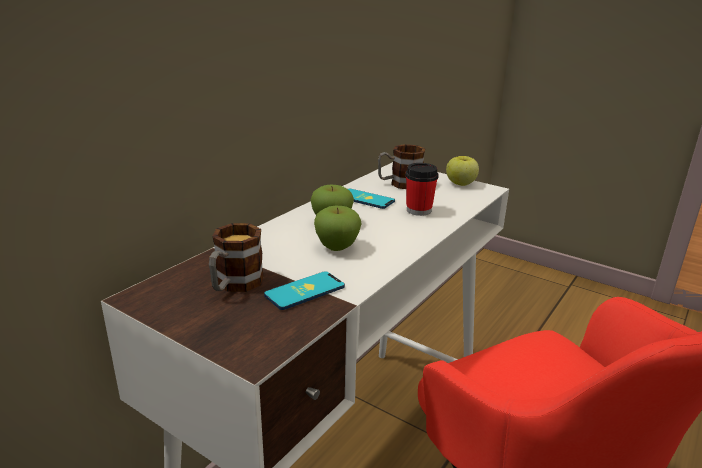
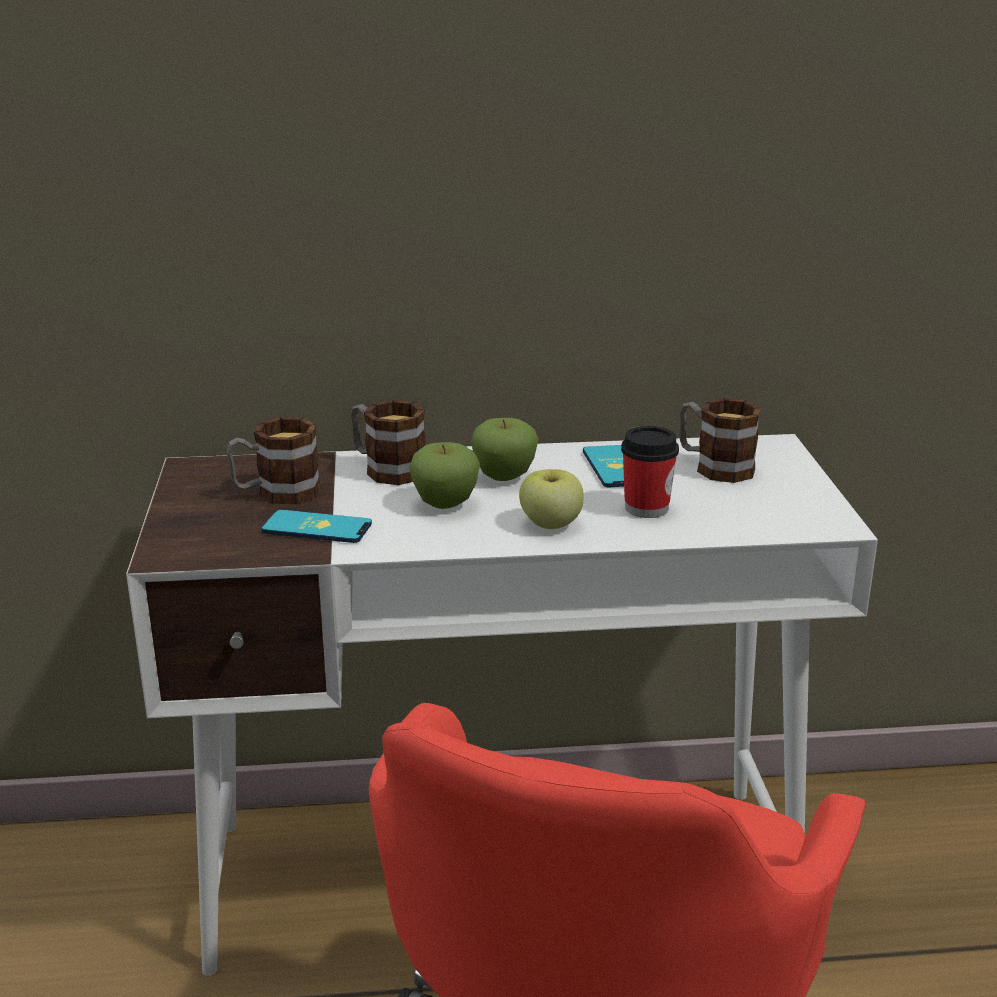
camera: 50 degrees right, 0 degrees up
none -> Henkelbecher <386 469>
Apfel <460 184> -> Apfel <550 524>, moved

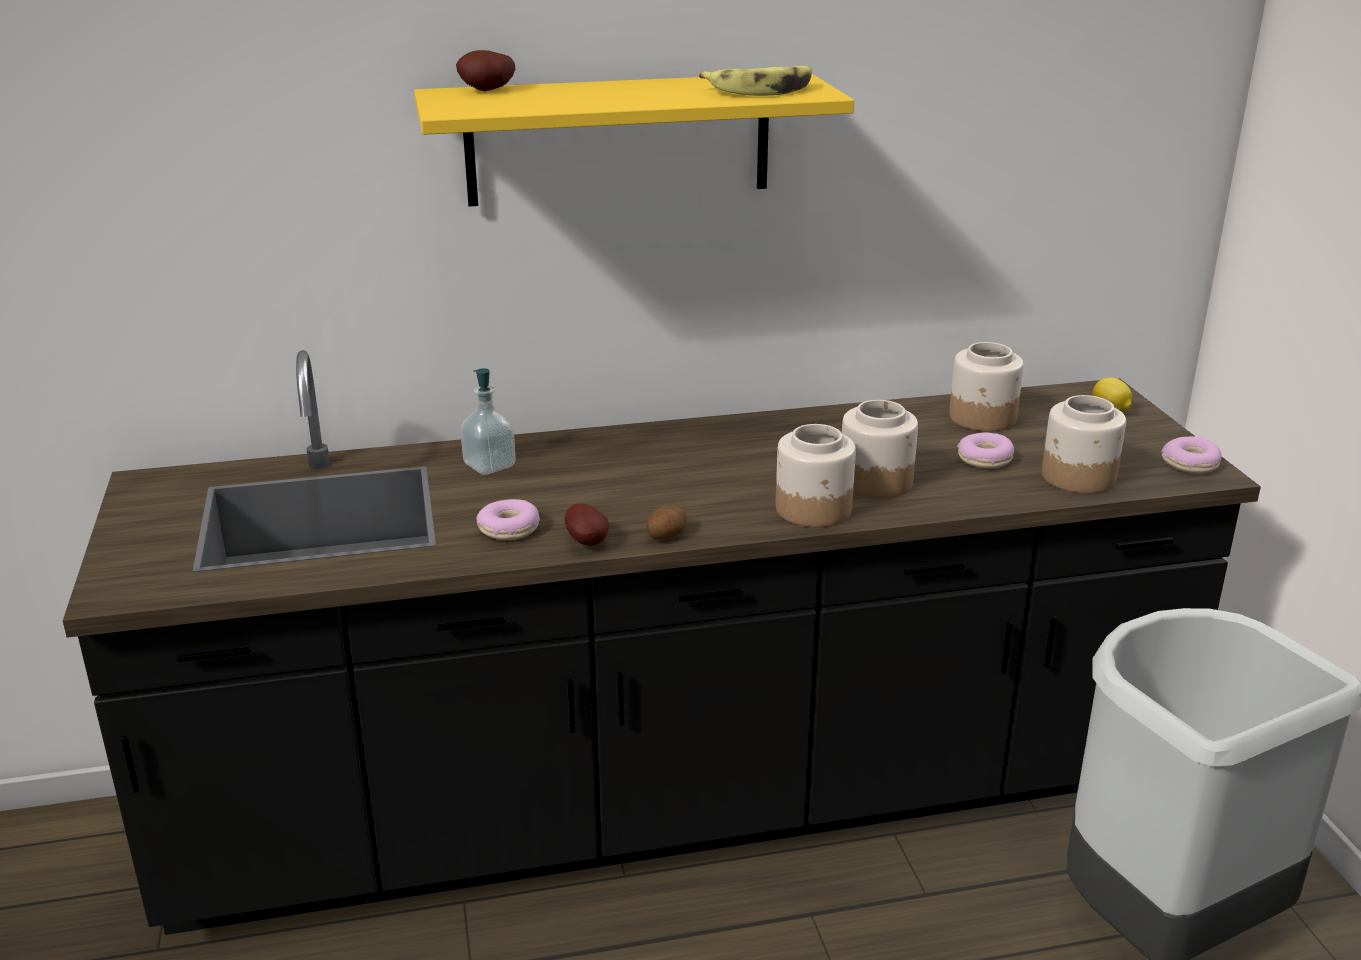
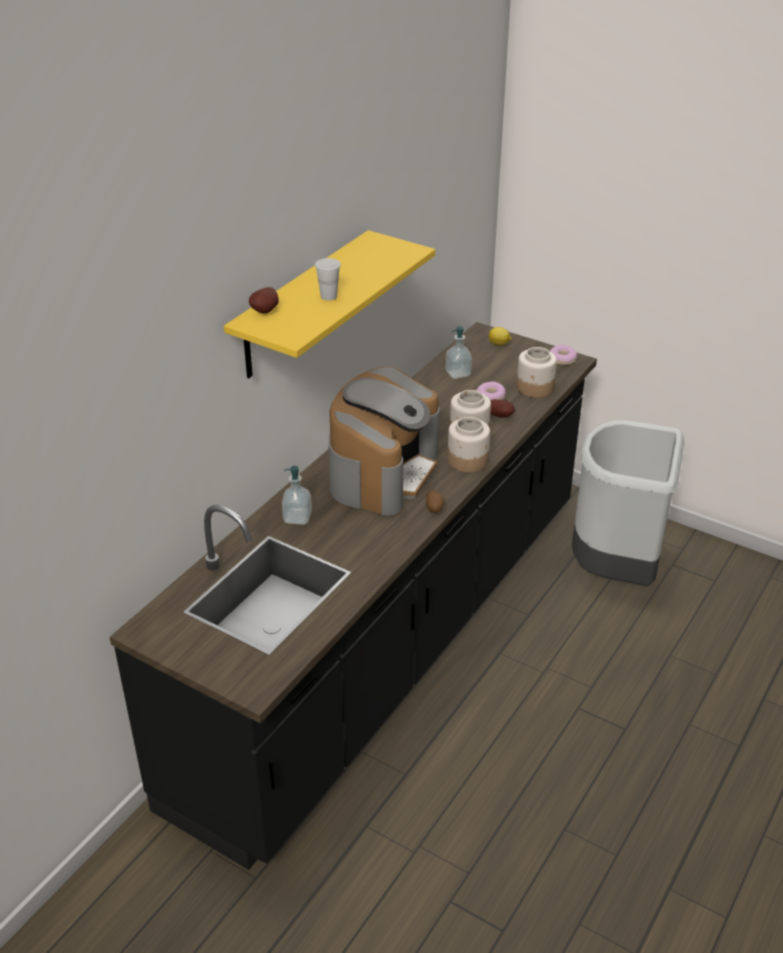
camera: 45 degrees left, 10 degrees up
Donut <509 529> -> none
Banane <761 90> -> none
none -> Tasse [weiß] <328 296>
none -> Kaffeemaschine <383 472>
Kartoffel <588 542> -> Kartoffel <500 416>, moved
Vorratsglas <983 418> -> Seifenspender <458 373>

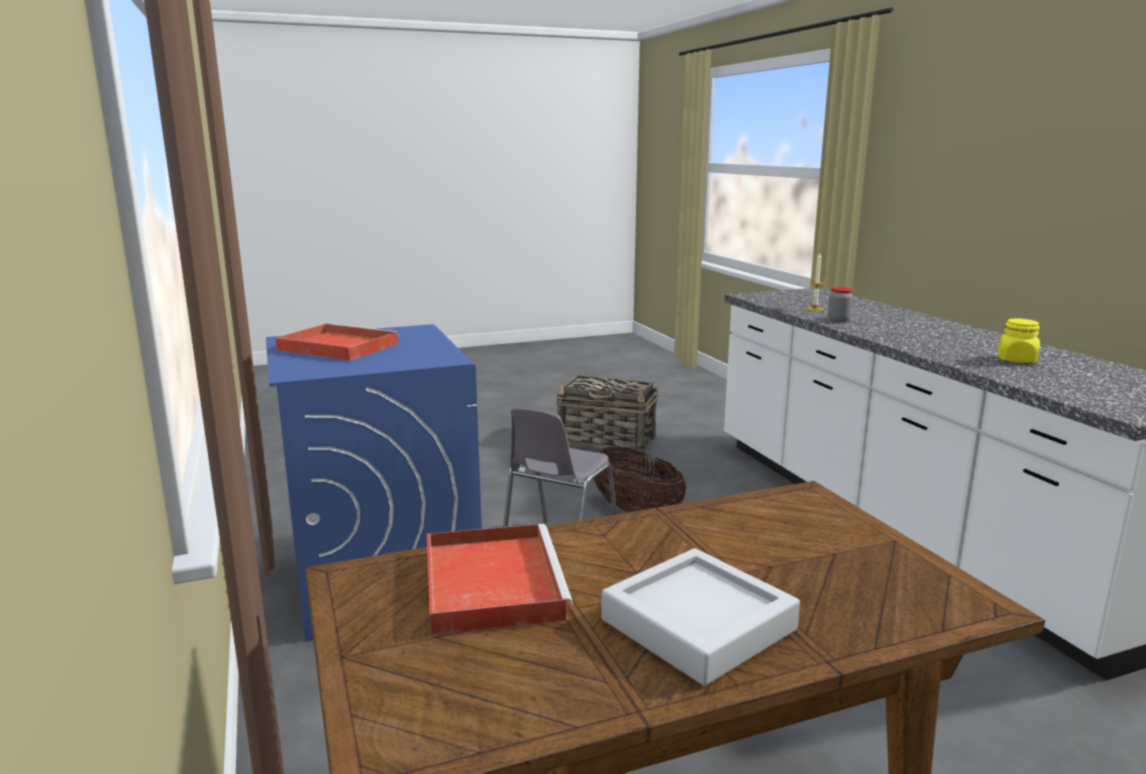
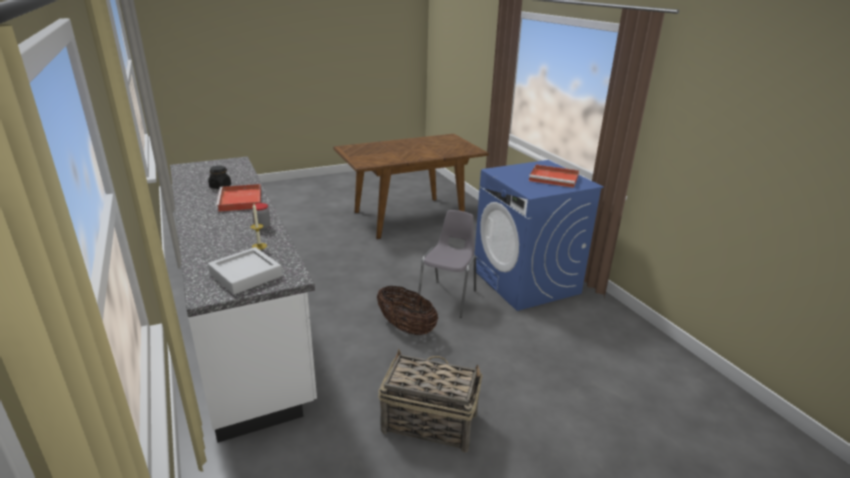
camera: 175 degrees right, 10 degrees up
Tablett [rot] <491 581> -> Tablett [rot] <240 200>, moved
Tablett [grau] <698 625> -> Tablett [grau] <246 275>, moved
Vorratsglas [gelb] <1016 360> -> Vorratsglas [schwarz] <220 186>

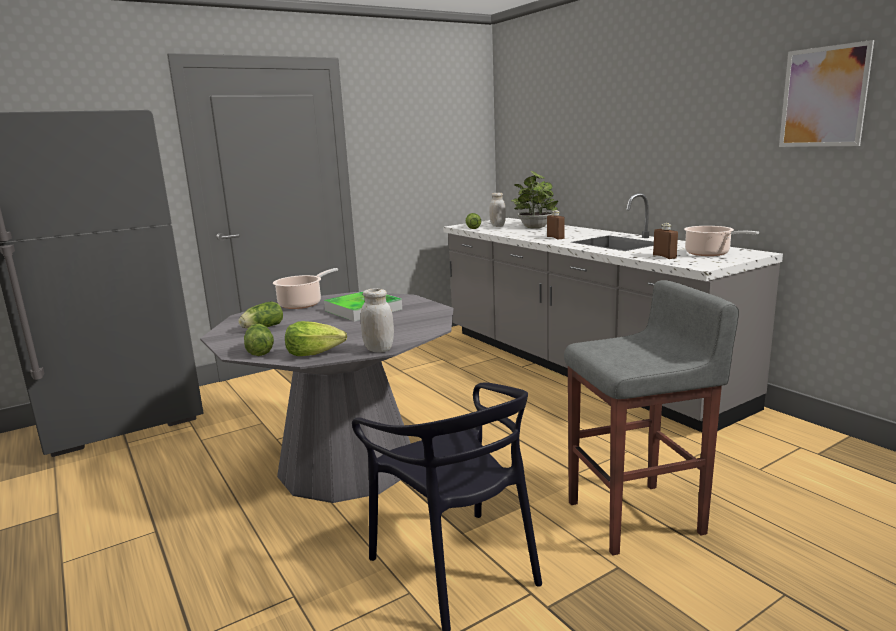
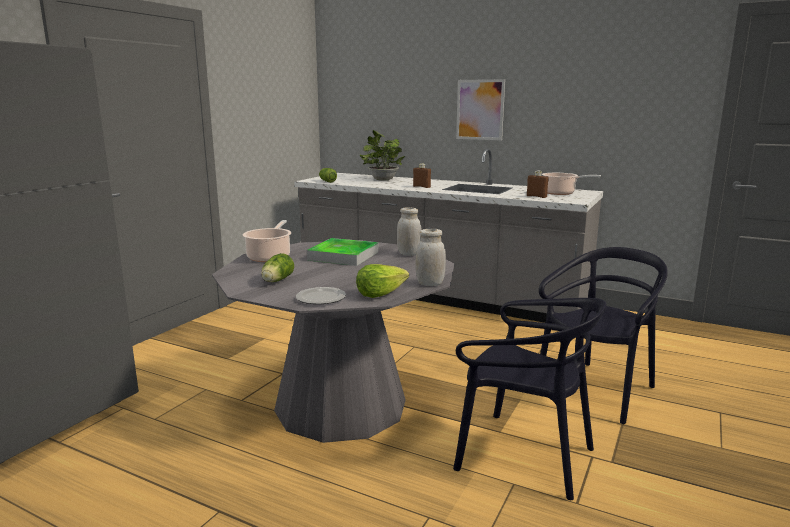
camera: 30 degrees left, 0 degrees up
Vorratsglas [weiß] <497 226> -> Vorratsglas [weiß] <408 254>, moved
Bild <823 97> -> Bild <480 110>, moved
Salatkopf <259 350> -> Teller <321 298>
Hocker [grau] <637 518> -> Stuhl [schwarz] <597 390>

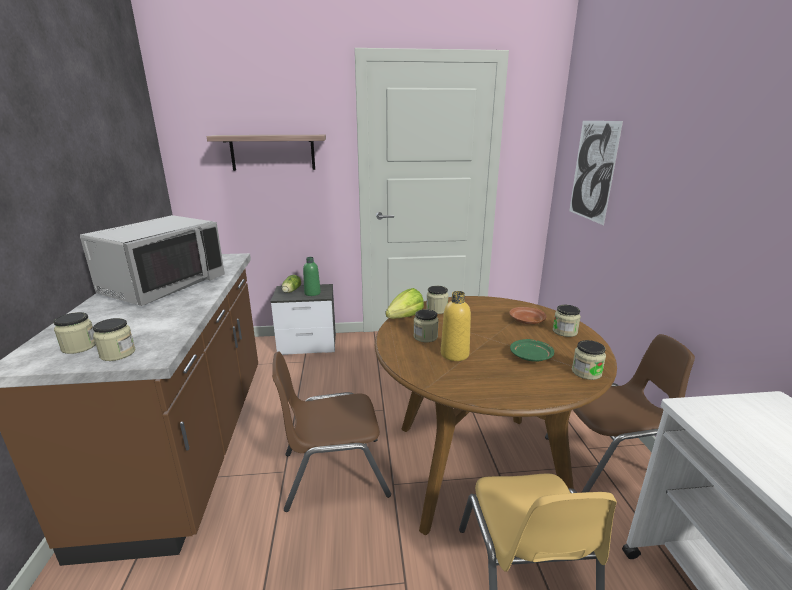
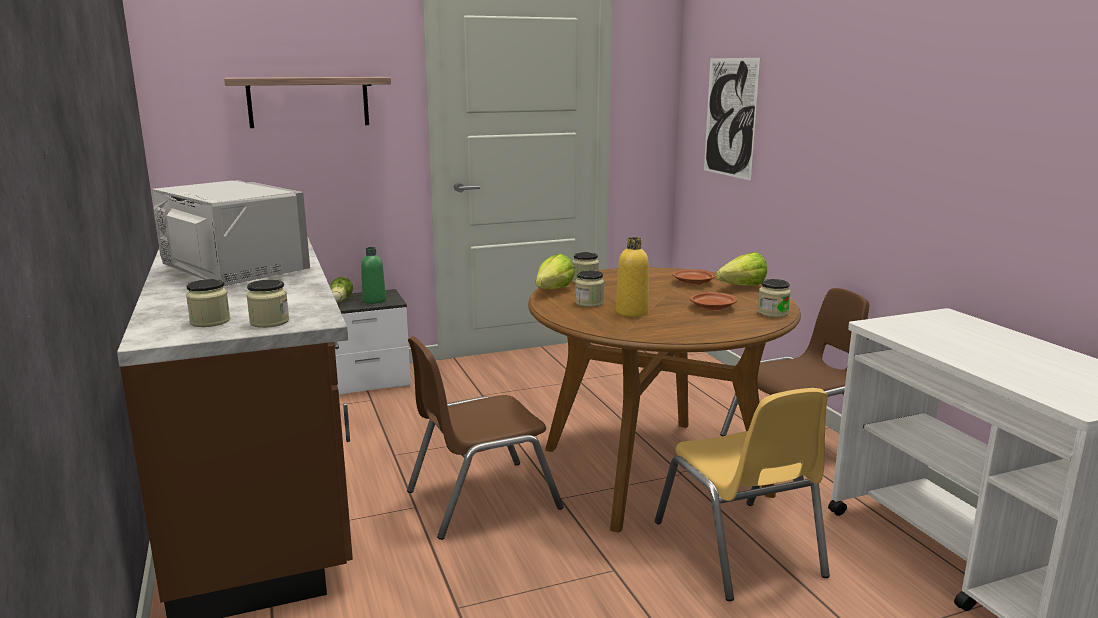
camera: 15 degrees left, 5 degrees down
Vorratsglas <564 331> -> Salatkopf <737 287>
Teller [grün] <531 356> -> Teller [braun] <712 307>
Mikrowelle [grau] <163 285> -> Mikrowelle [grau] <233 271>, 60 degrees counterclockwise

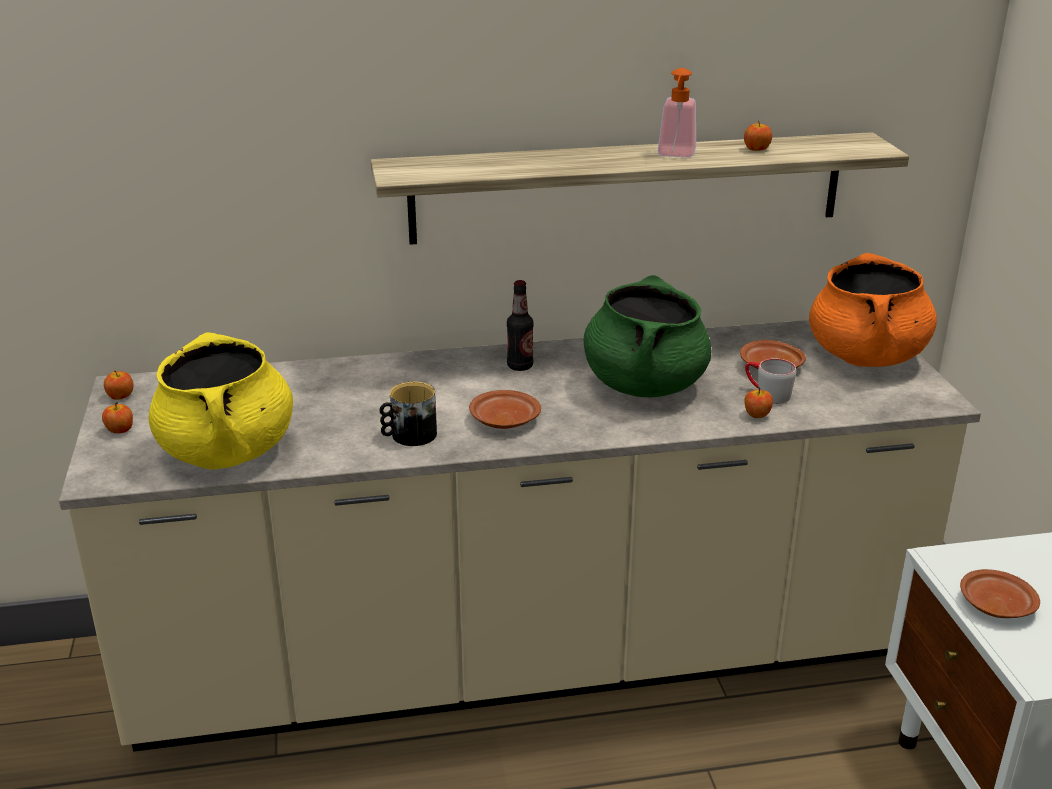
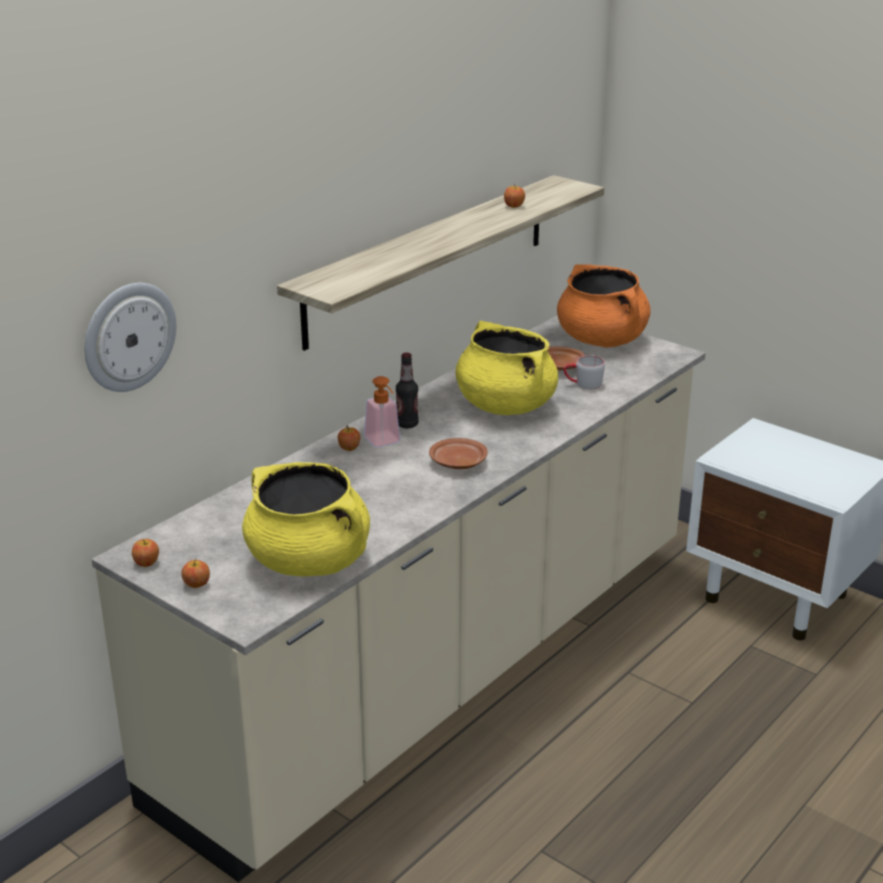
camera: 40 degrees left, 0 degrees up
Henkelbecher <408 435> -> none
Teller [braun] <995 604> -> none
none -> Wanduhr <128 336>
Seifenspender <675 155> -> Seifenspender <385 442>, moved
Apfel <757 415> -> Apfel <349 448>, moved
Kochtopf [grün] <644 384> -> Kochtopf [gelb] <505 406>

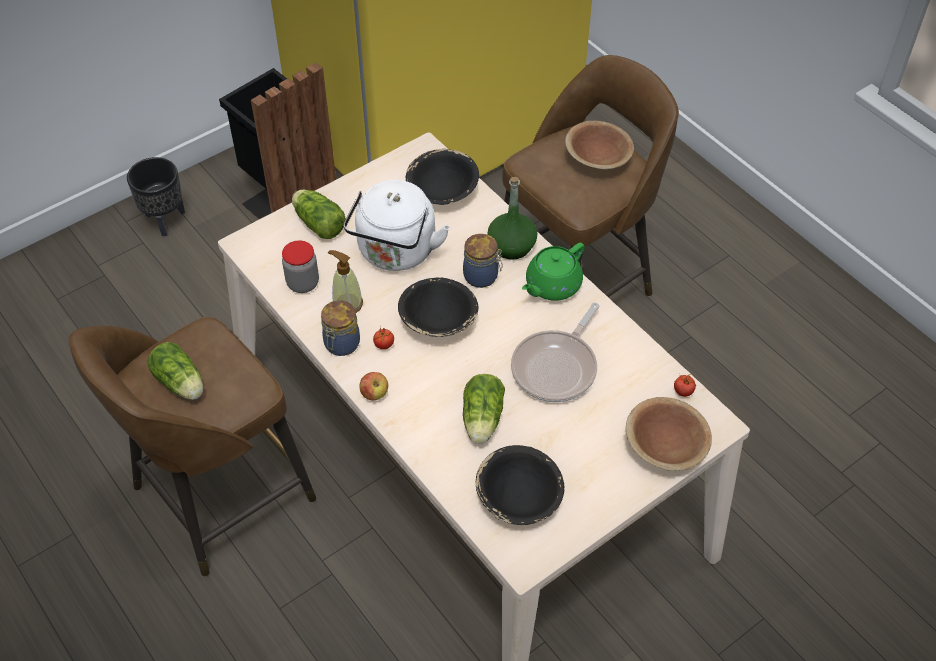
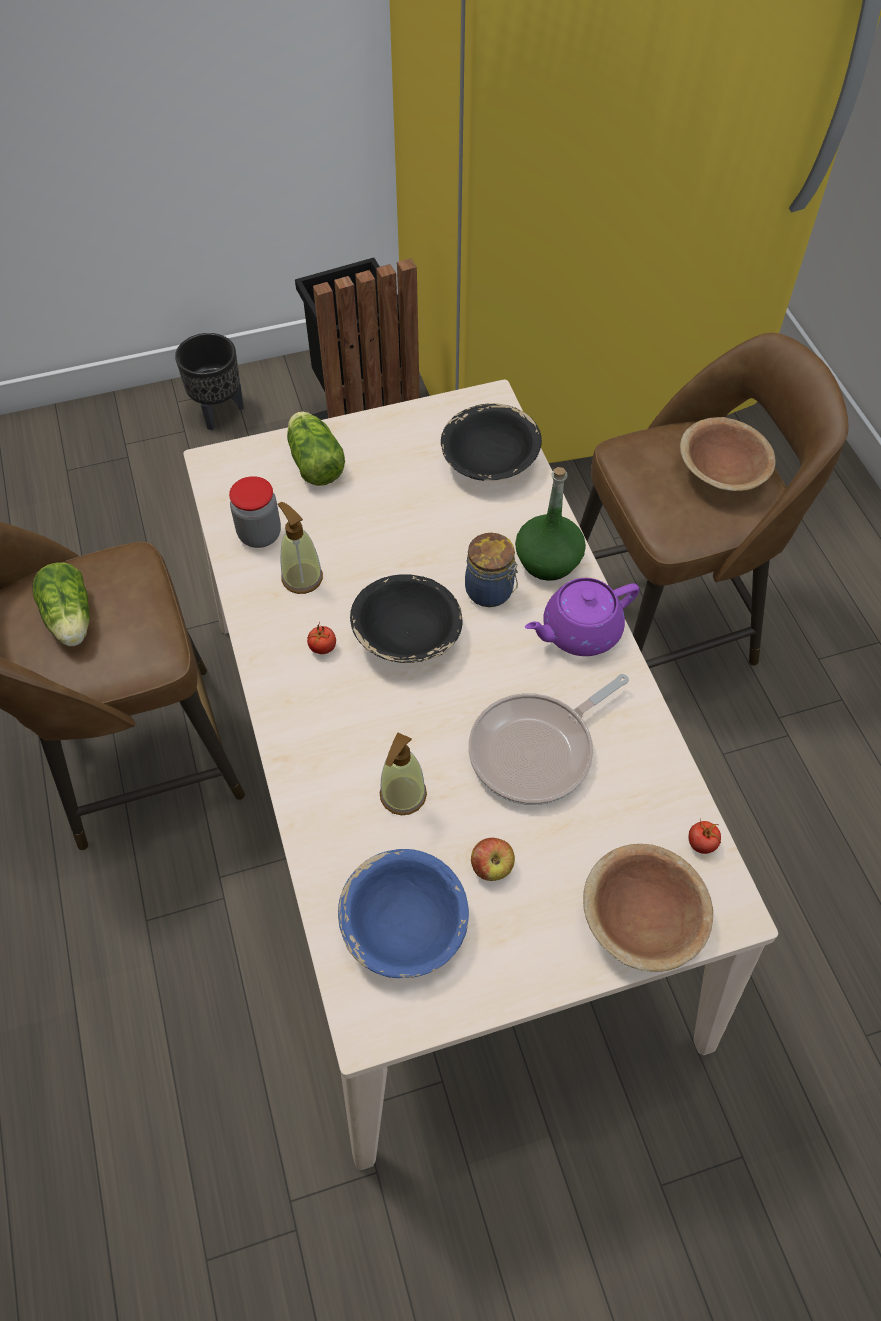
camera: 20 degrees right, 5 degrees up
Vorratsglas <341 345> -> none
Wasserkessel [weiß] <396 253> -> none
Apfel <374 394> -> Apfel <492 867>, moved
Salatkopf <482 421> -> Seifenspender <403 795>
Schüssel [schwarz] <519 497> -> Schüssel [blau] <404 925>
Teekanne [grün] <552 285> -> Teekanne [lila] <579 631>

